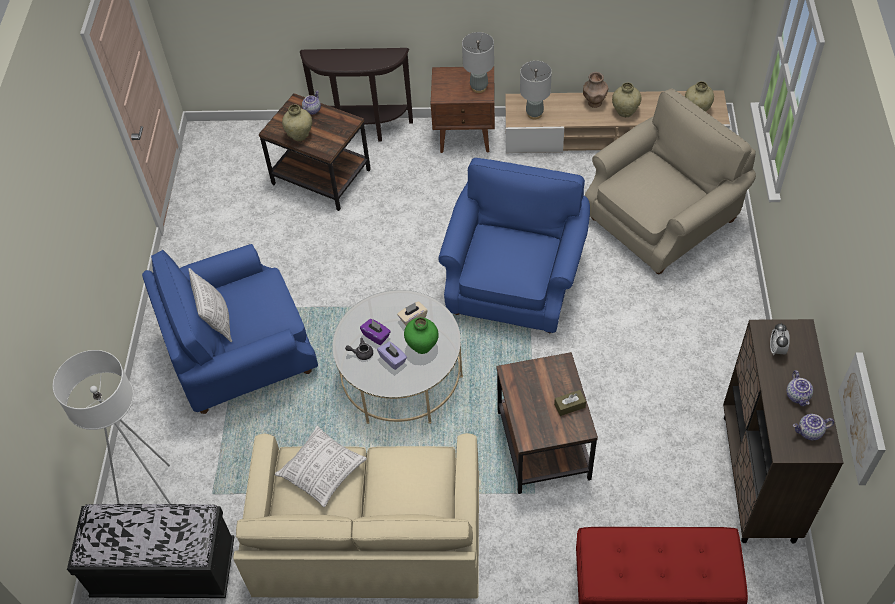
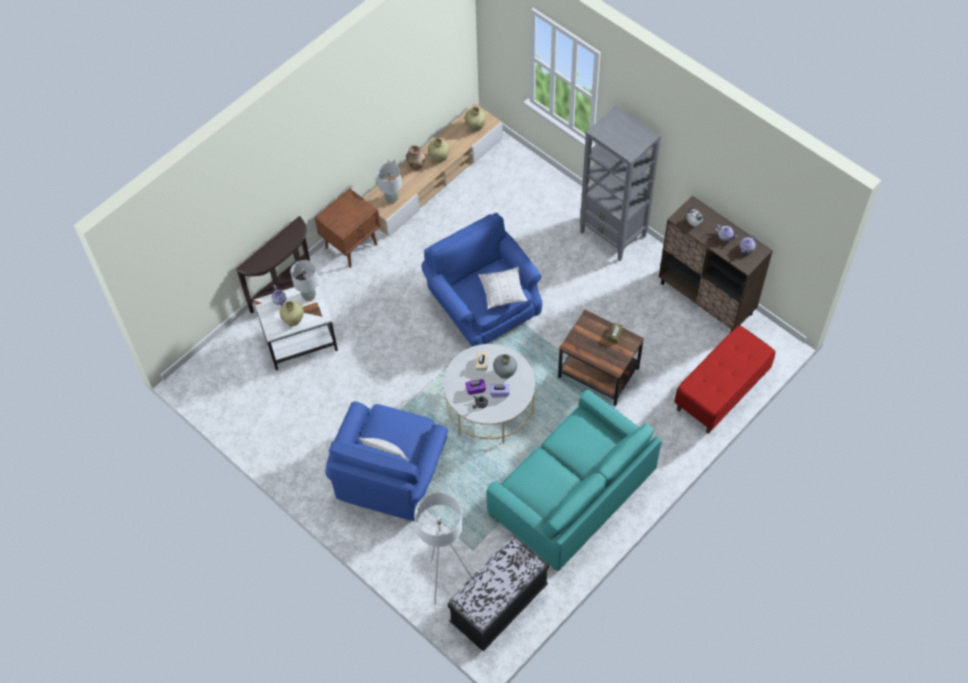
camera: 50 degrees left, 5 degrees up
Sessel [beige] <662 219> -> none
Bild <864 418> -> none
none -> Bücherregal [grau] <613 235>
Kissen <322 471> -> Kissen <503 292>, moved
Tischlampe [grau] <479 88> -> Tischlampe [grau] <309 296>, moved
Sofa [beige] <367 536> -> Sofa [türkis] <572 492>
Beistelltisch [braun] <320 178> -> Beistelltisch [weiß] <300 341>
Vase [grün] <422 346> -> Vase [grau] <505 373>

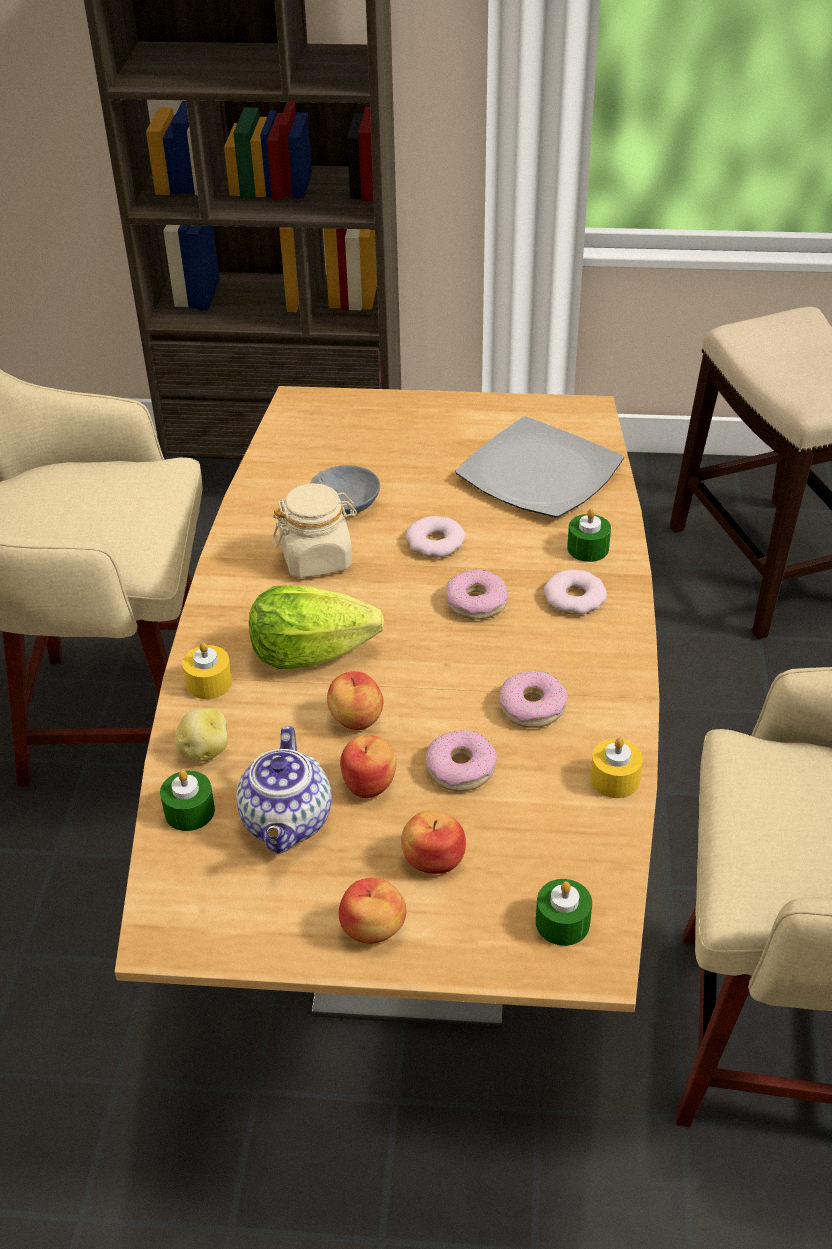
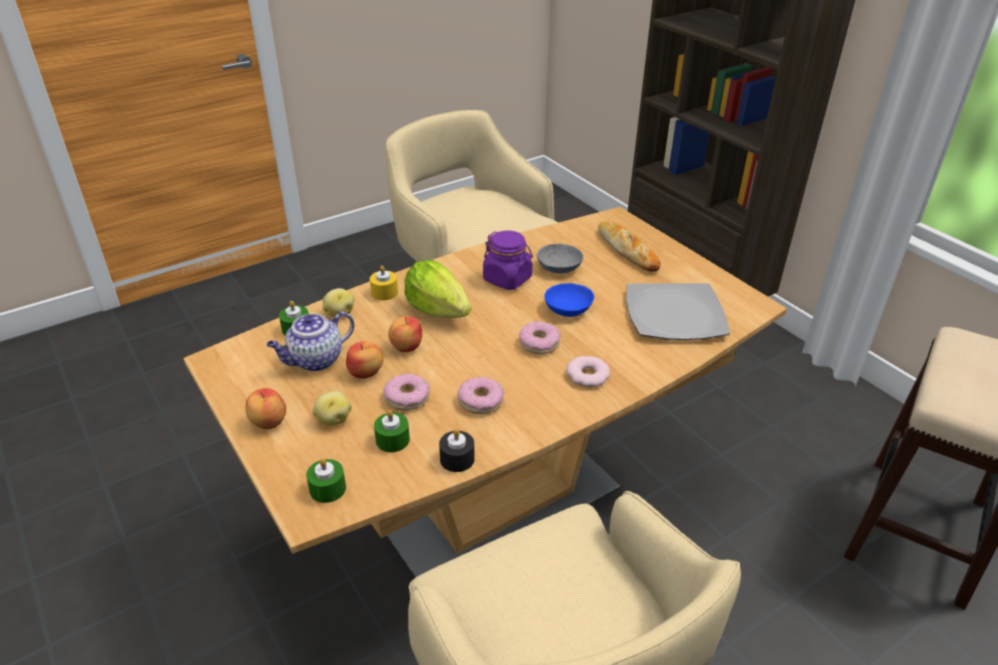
camera: 50 degrees right, 5 degrees down
none -> Brot <627 250>
Kerze [grün] <588 548> -> Kerze [grün] <392 440>, moved
Apfel <433 859> -> Kartoffel <333 419>
Donut <435 543> -> Schüssel [blau] <568 308>
Vorratsglas [beige] <317 558> -> Vorratsglas [lila] <507 279>
Kerze [gelb] <615 779> -> Kerze [schwarz] <457 459>

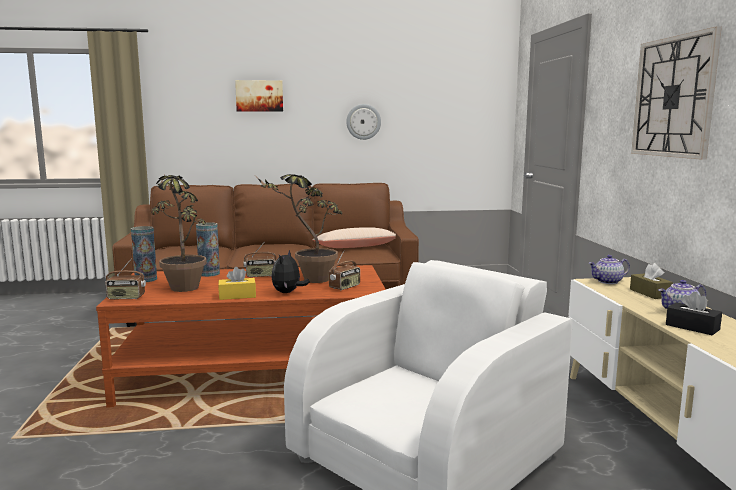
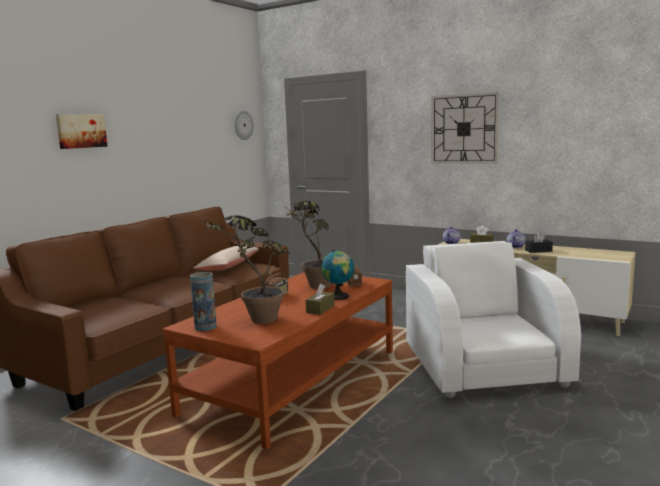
camera: 50 degrees left, 0 degrees up
Radio <126 298> -> none
Vase <209 274> -> none
Wanduhr <363 121> -> Wanduhr <243 125>, moved
Plüschtier <288 292> -> Globus <339 297>
Taschentuchbox [gelb] <237 296> -> Taschentuchbox [braun] <320 309>

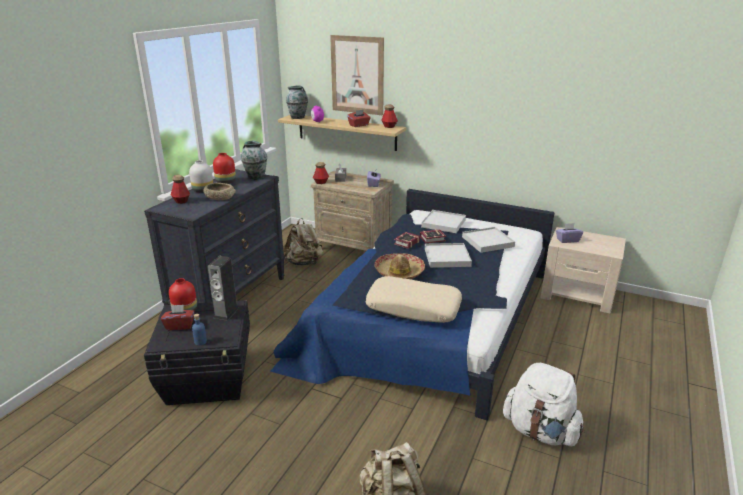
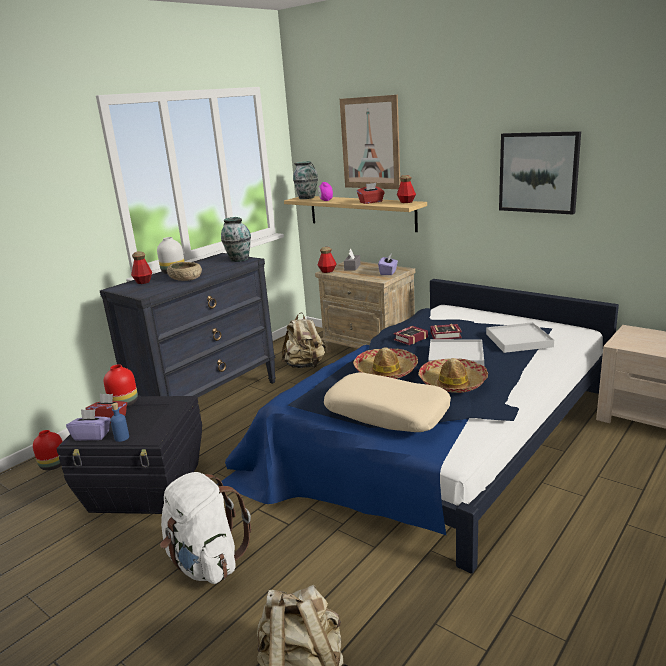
camera: 15 degrees right, 5 degrees down
Lautsprecher <226 313> -> none
Tablett [weiß] <443 223> -> none
none -> Hut <452 383>
none -> Bild <538 172>
Vase [rot] <226 182> -> Vase [rot] <54 465>, moved
Rucksack [weiß] <540 431> -> Rucksack [weiß] <206 563>, moved
Taschentuchbox [lila] <567 240> -> Taschentuchbox [lila] <92 435>, moved

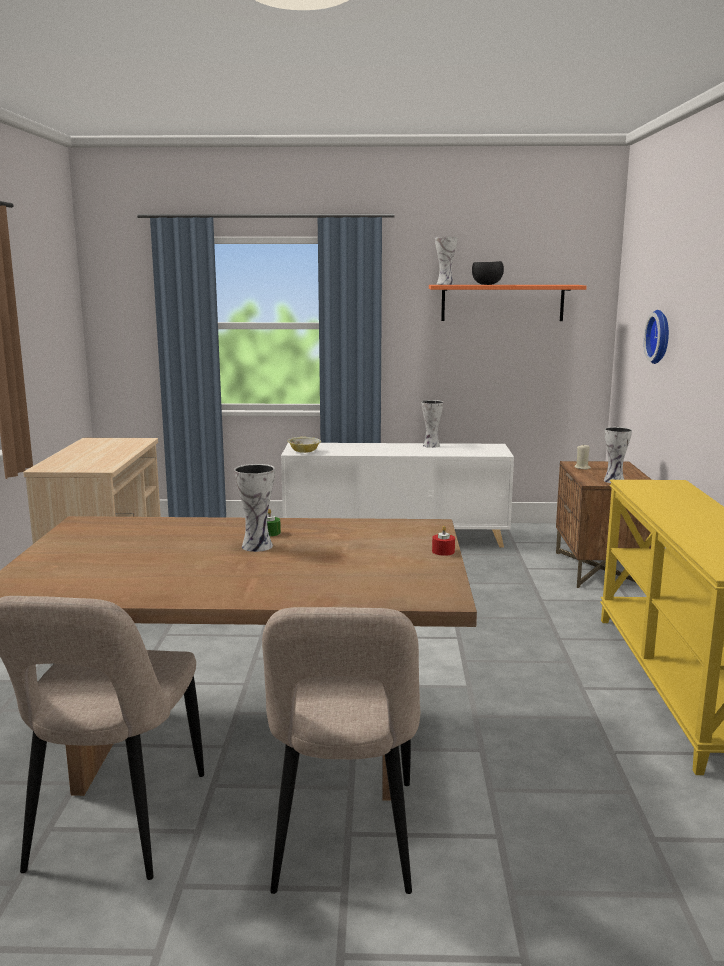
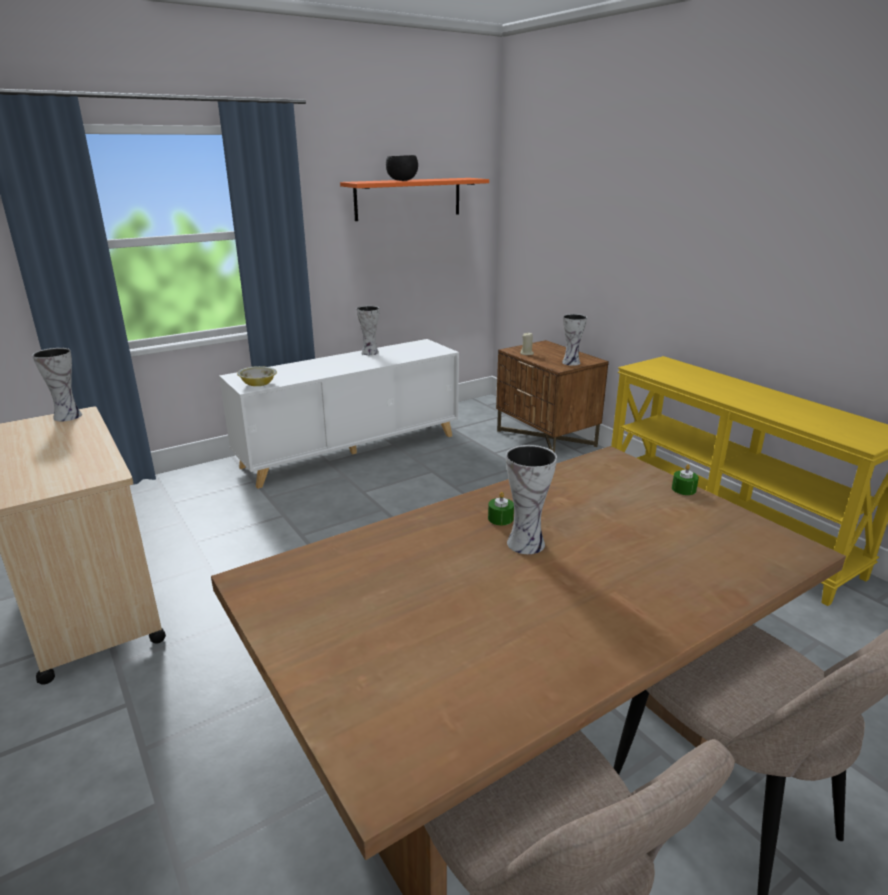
camera: 35 degrees left, 10 degrees up
Wanduhr <661 336> -> none
Vase <445 284> -> Vase <68 416>, moved
Kerze [rot] <443 551> -> Kerze [grün] <683 489>

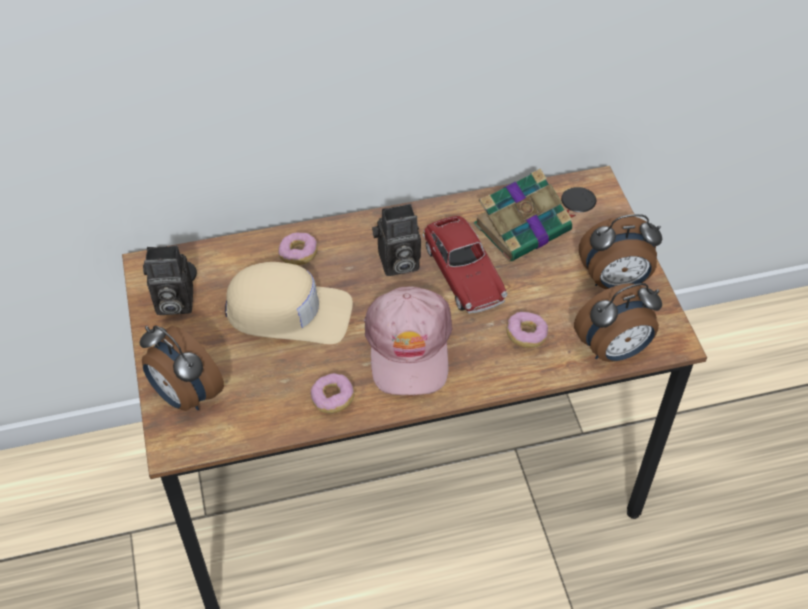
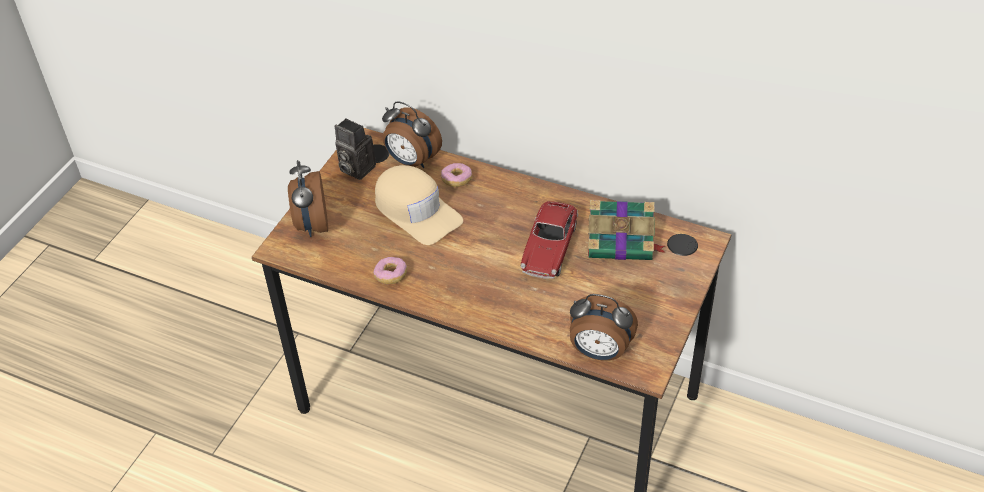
camera: 40 degrees right, 5 degrees down
Kappe [rosa] <409 347> -> none
Kamera <397 263> -> none
Donut <526 335> -> none
Wecker <615 281> -> Wecker <411 161>, moved

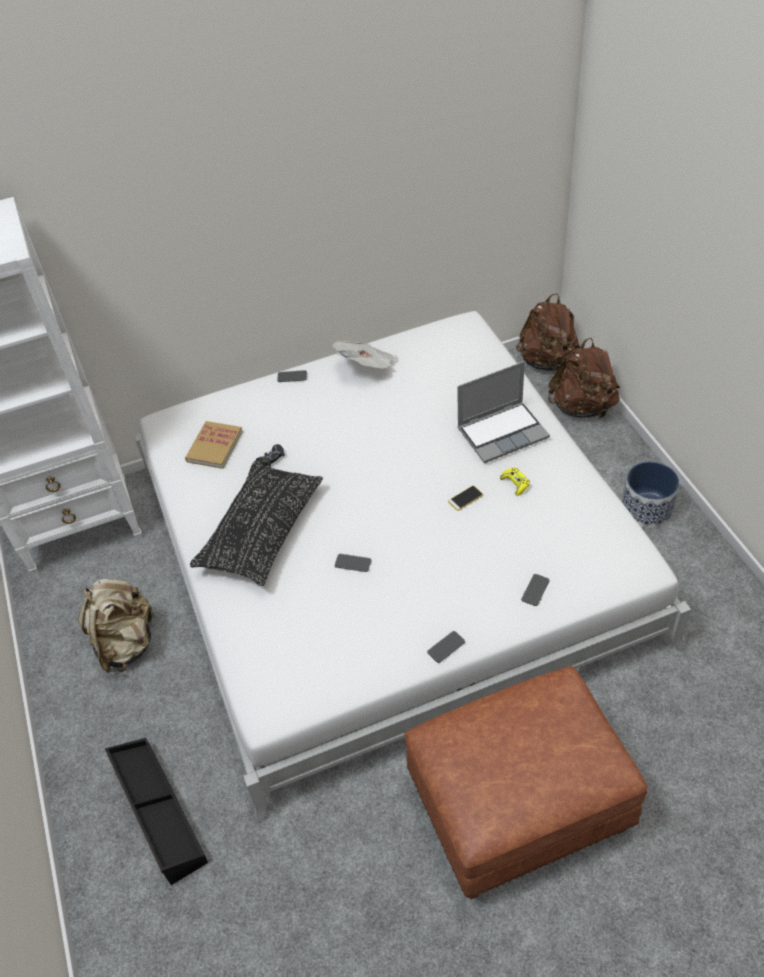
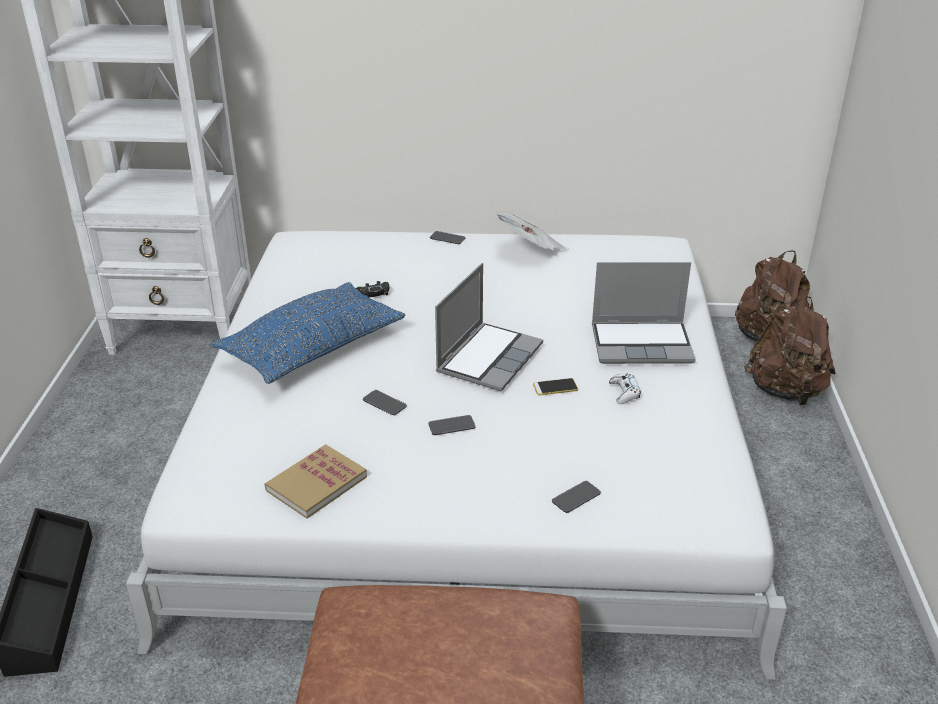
camera: 20 degrees right, 15 degrees down
Rucksack [beige] <126 643> -> none
Pflanzkübel <647 510> -> none
none -> Laptop <489 357>
Buch <214 446> -> Buch <316 483>, moved
Handy <446 647> -> Handy <451 426>, moved
Kissen [schwarz] <261 532> -> Kissen [blau] <312 348>
Gamepad [gelb] <515 483> -> Gamepad [weiß] <624 392>

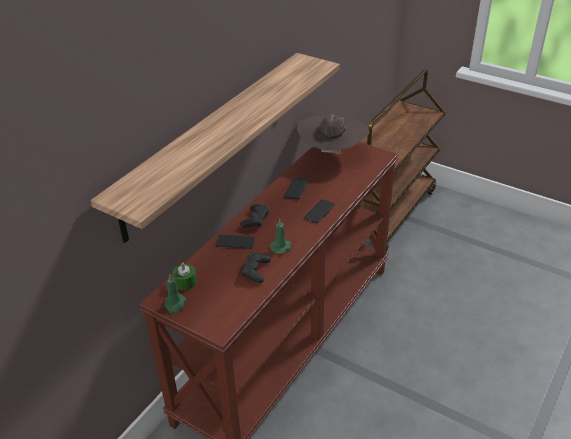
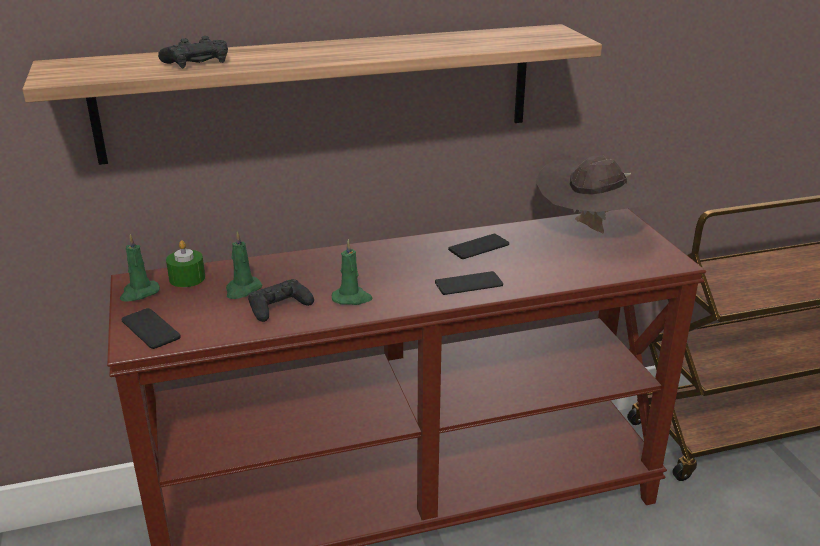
camera: 40 degrees right, 10 degrees down
none -> Kerze [grün] <242 290>
Handy <235 242> -> Handy <150 329>, moved
Gamepad [schwarz] <255 219> -> Gamepad [schwarz] <197 62>, moved

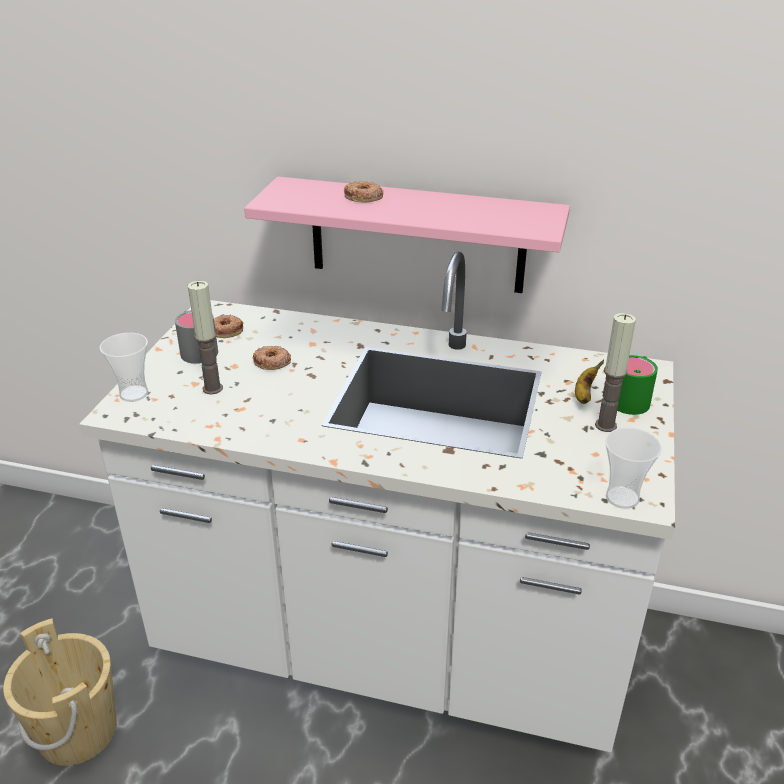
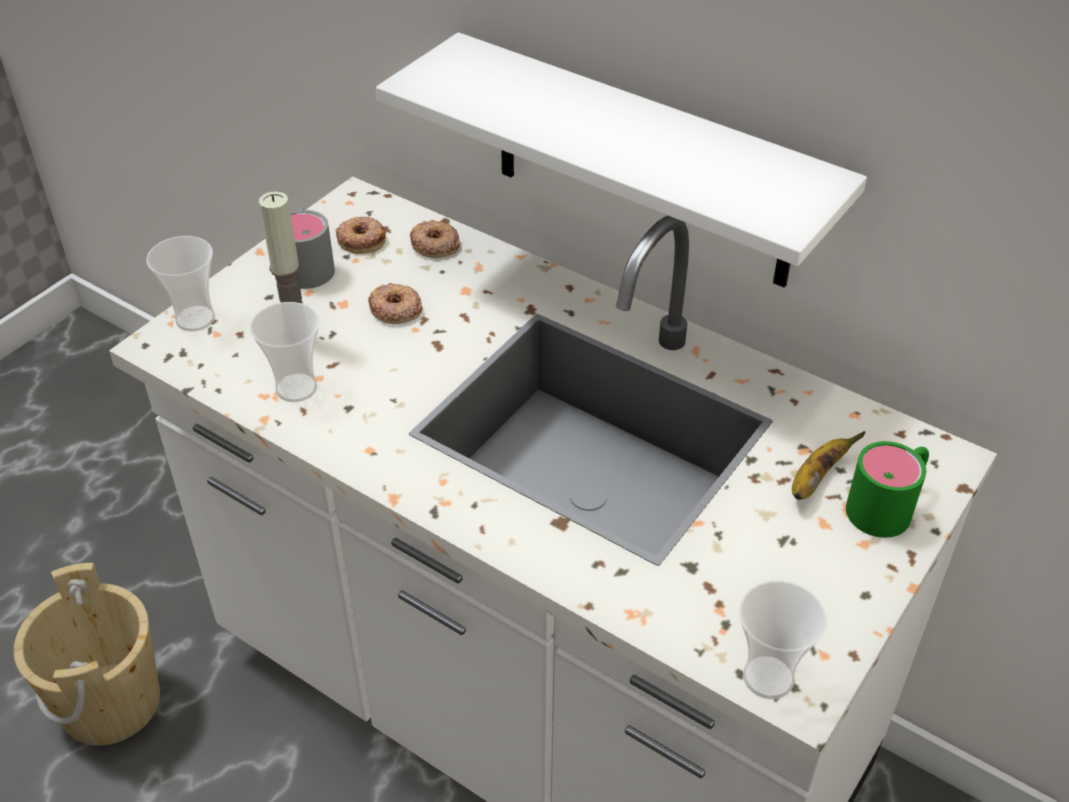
camera: 20 degrees right, 10 degrees up
Kerze <606 425> -> none
none -> Tasse <296 388>
Donut <363 197> -> Donut <435 245>, moved
Wandregal [rosa] <417 235> -> Wandregal [weiß] <642 164>

